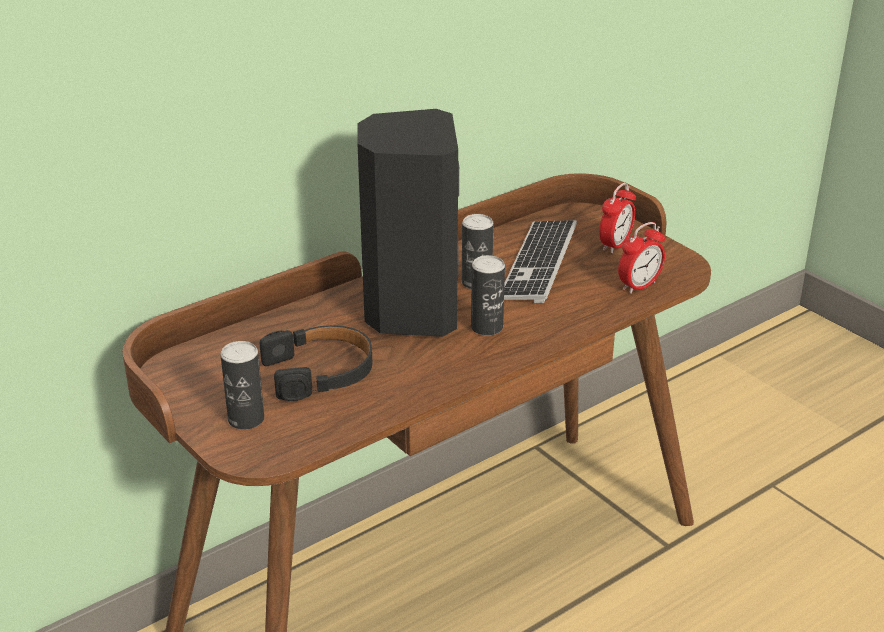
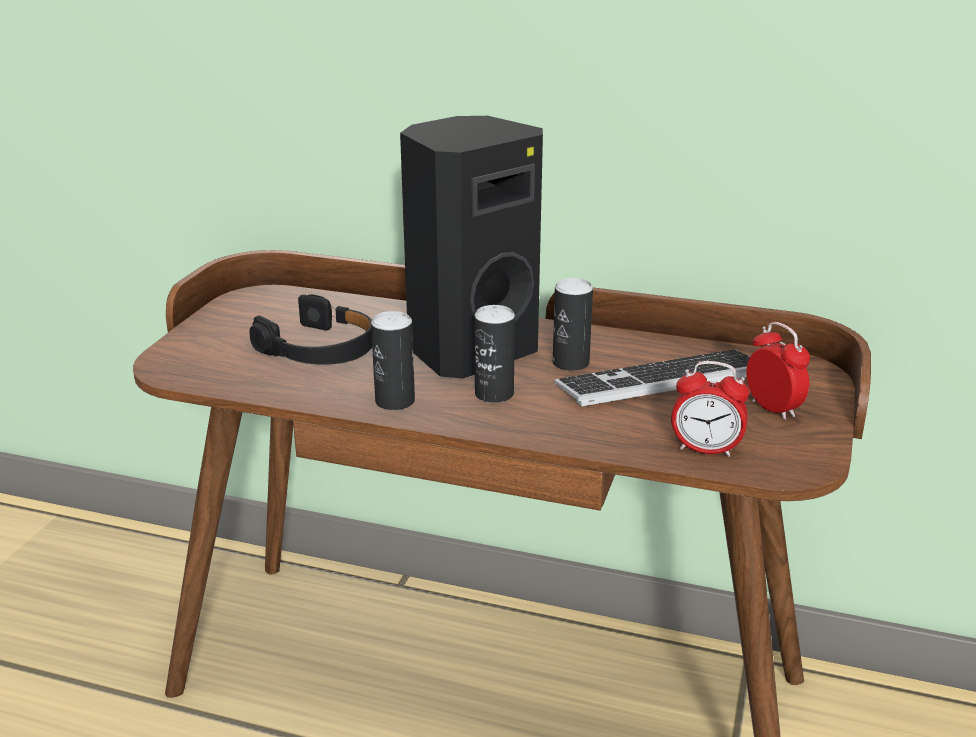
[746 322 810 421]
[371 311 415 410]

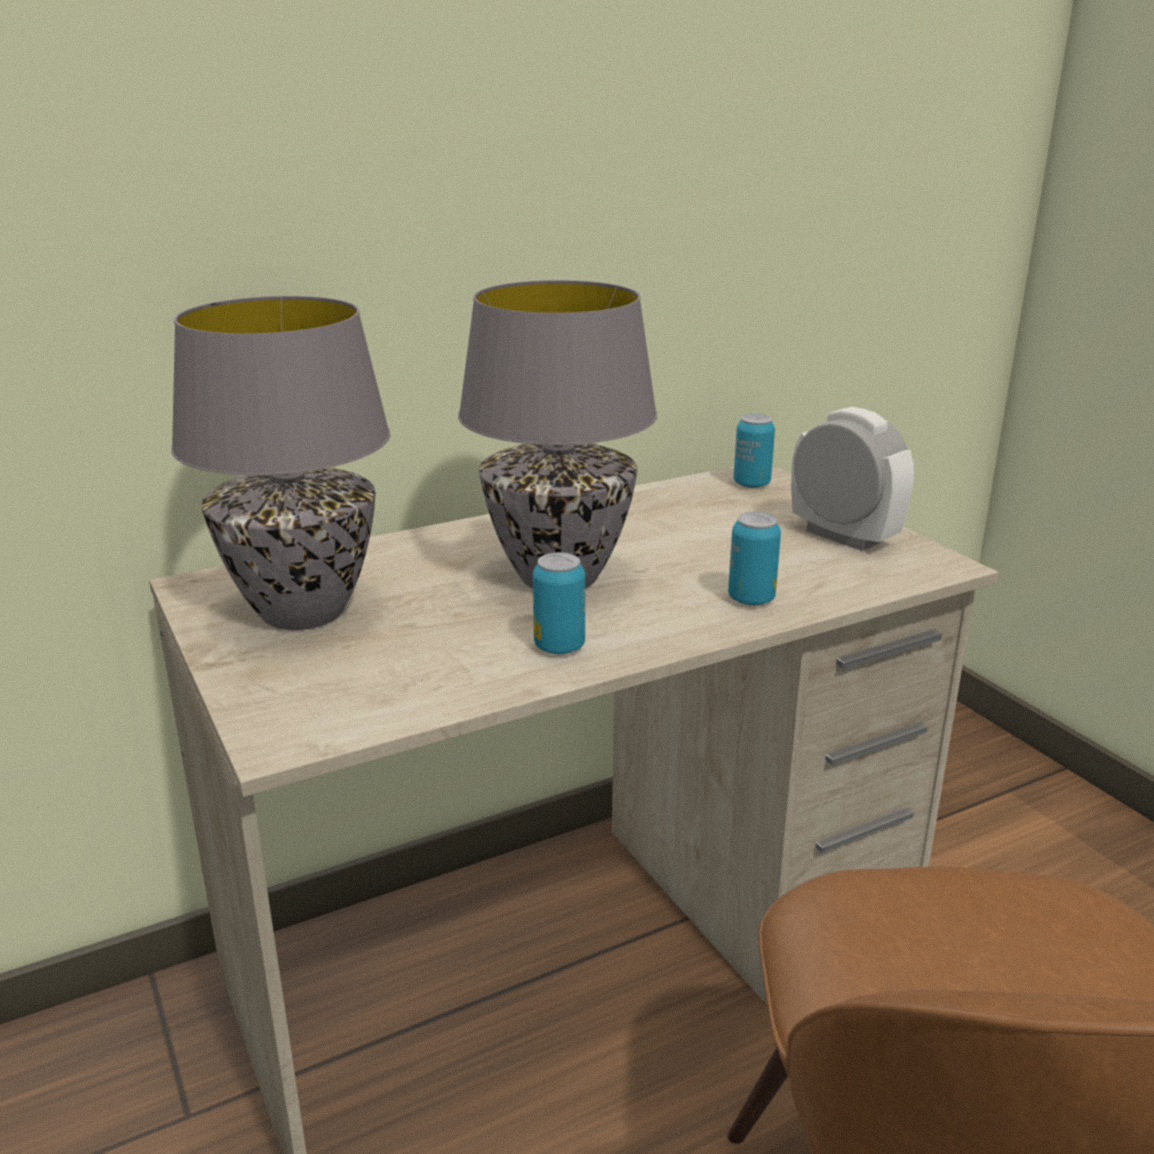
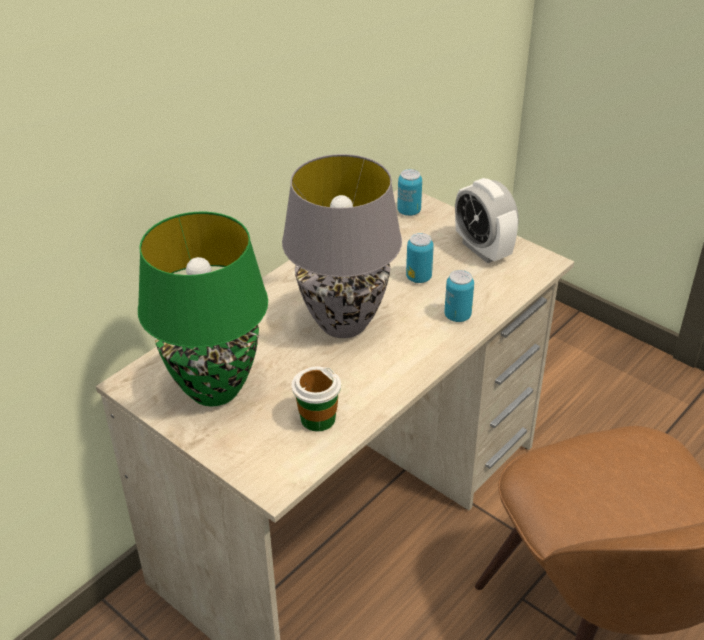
[138 212 268 406]
[455 178 519 263]
[406 233 434 283]
[291 366 341 431]

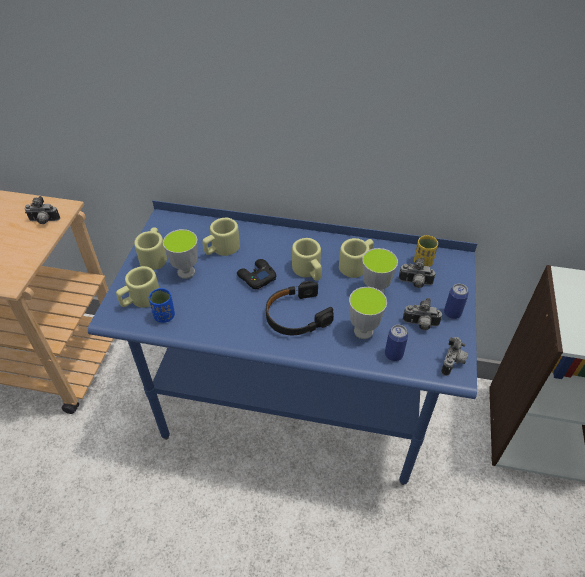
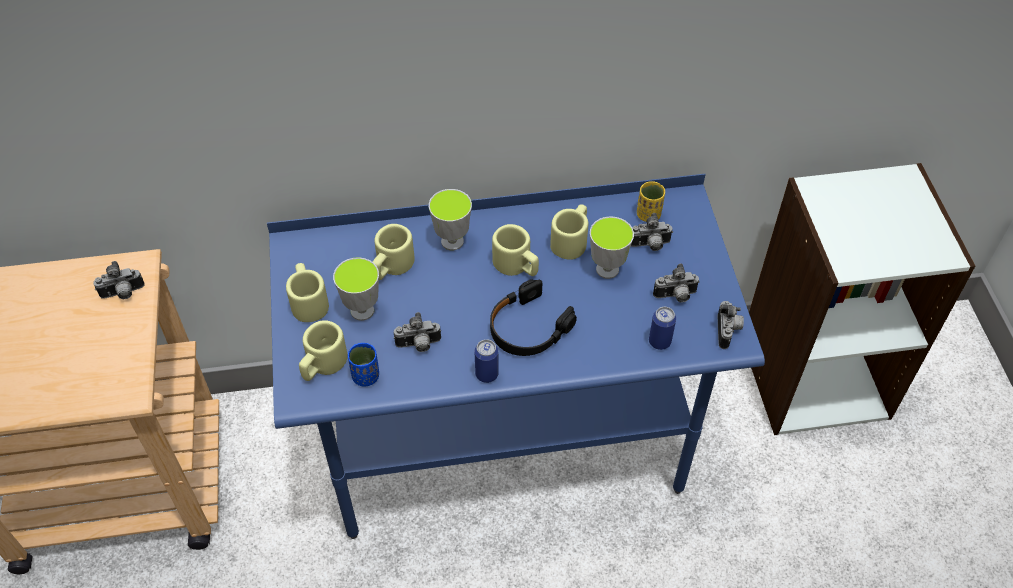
[237 259 276 289] (first image)
[474 339 499 383]
[429 189 472 250]
[394 312 441 352]

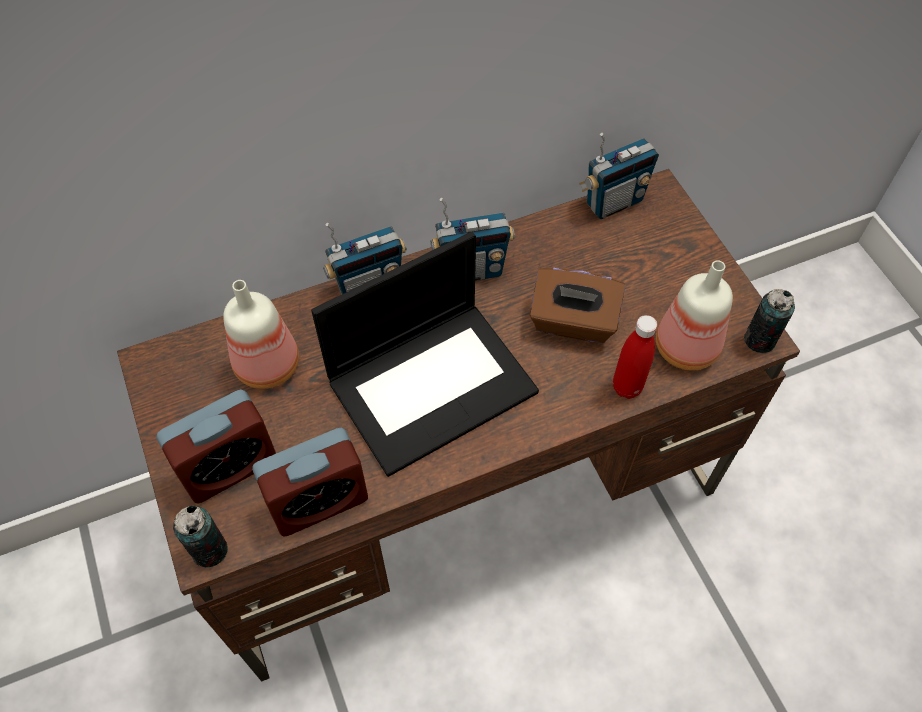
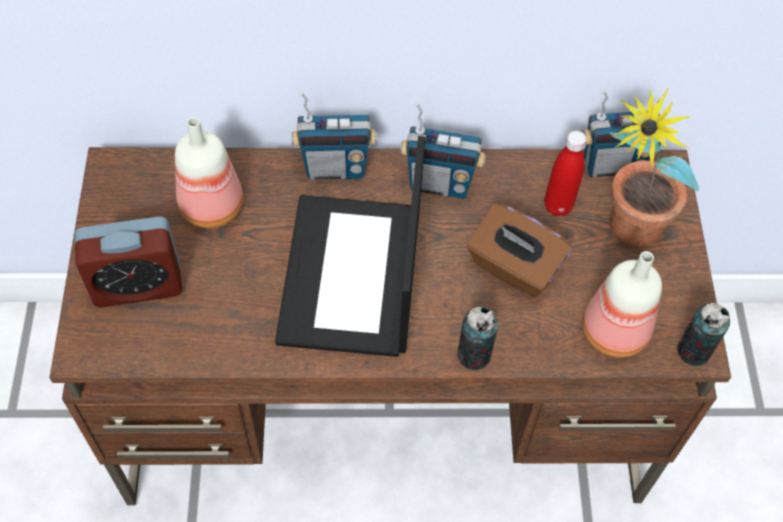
[275 136 425 357]
[544 131 586 216]
[252 428 368 537] (first image)
[457 307 498 370]
[610 88 699 248]

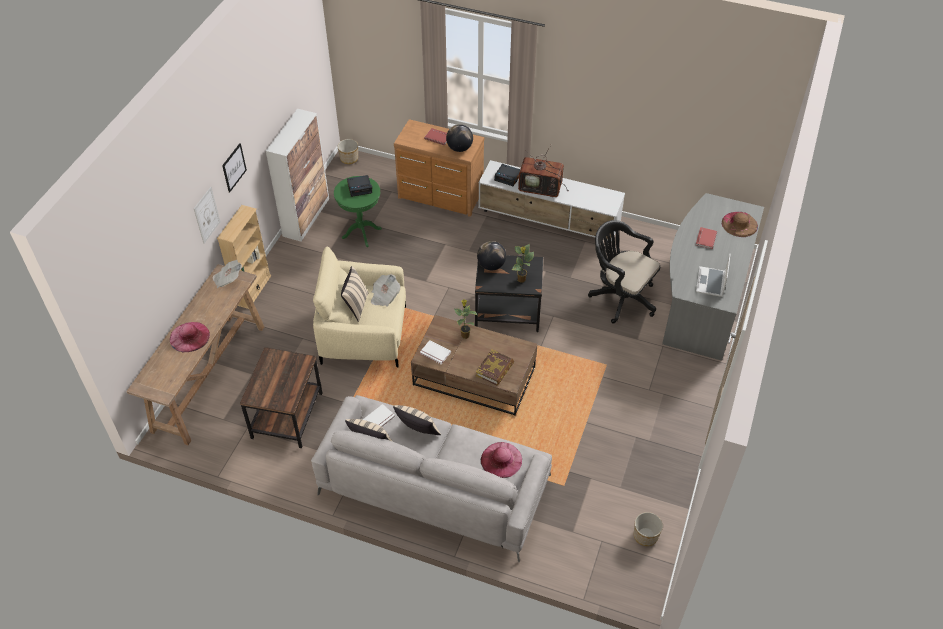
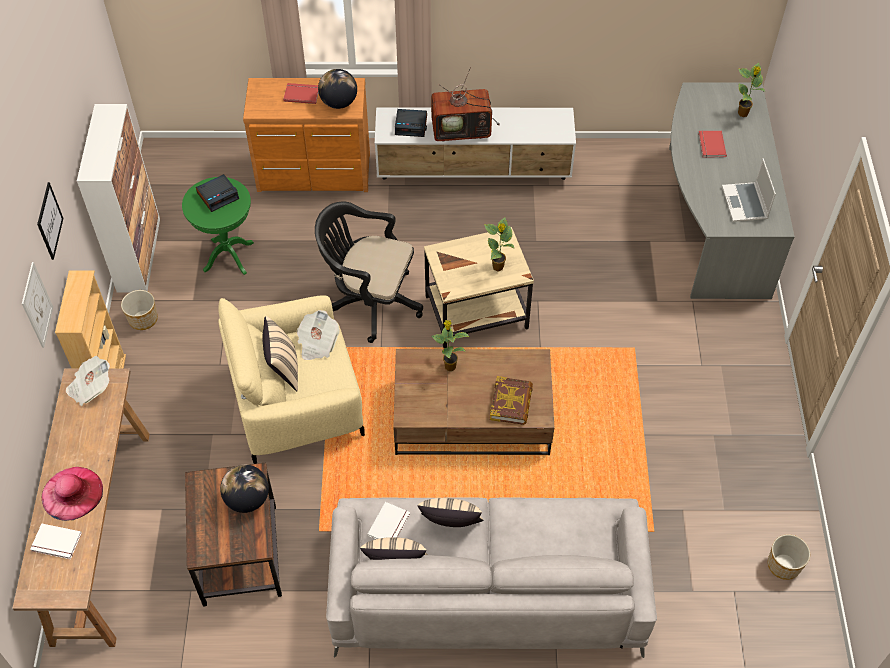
[121 290 158 330]
[738 62 765 117]
[315 201 423 343]
[220 465 269 513]
[424 227 534 348]
[30 524 82 559]
[481 442 522 478] (first image)

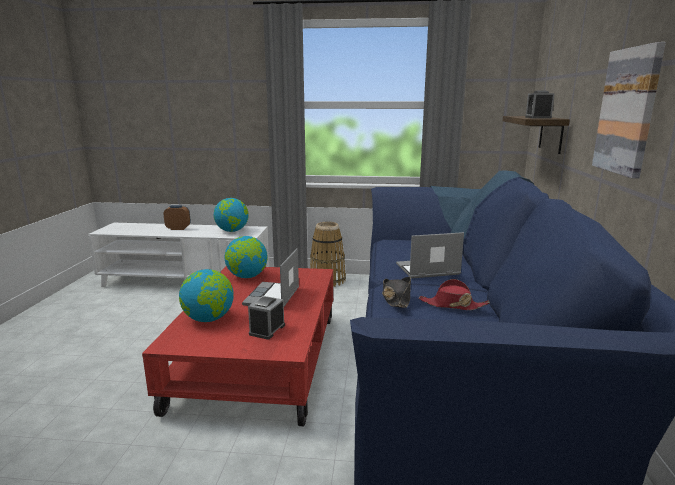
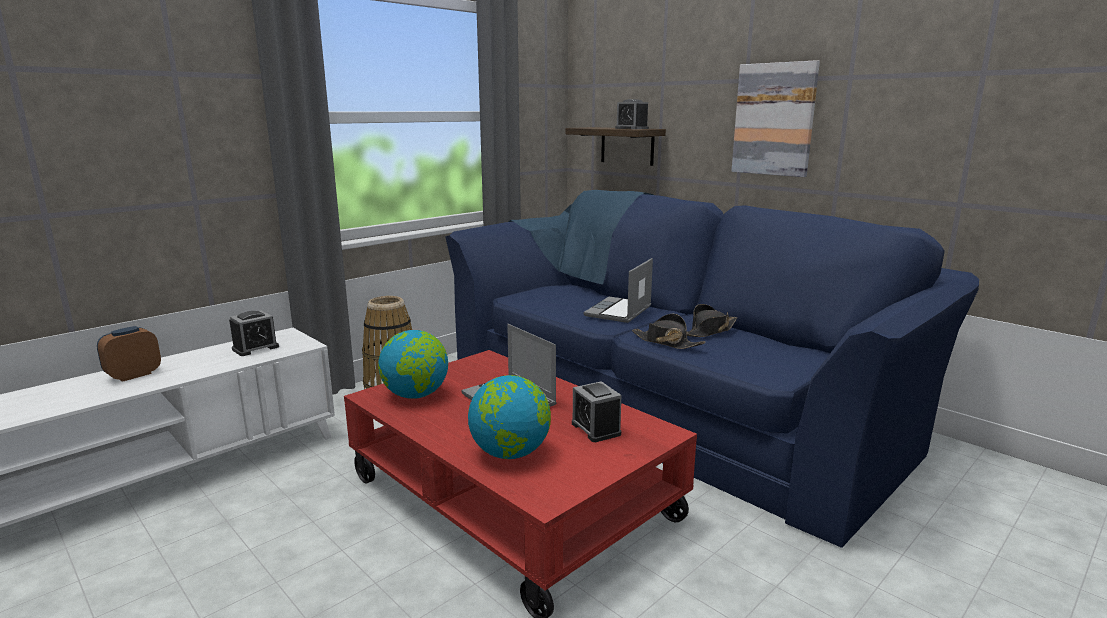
[229 310 279 356]
[687 304 738 337]

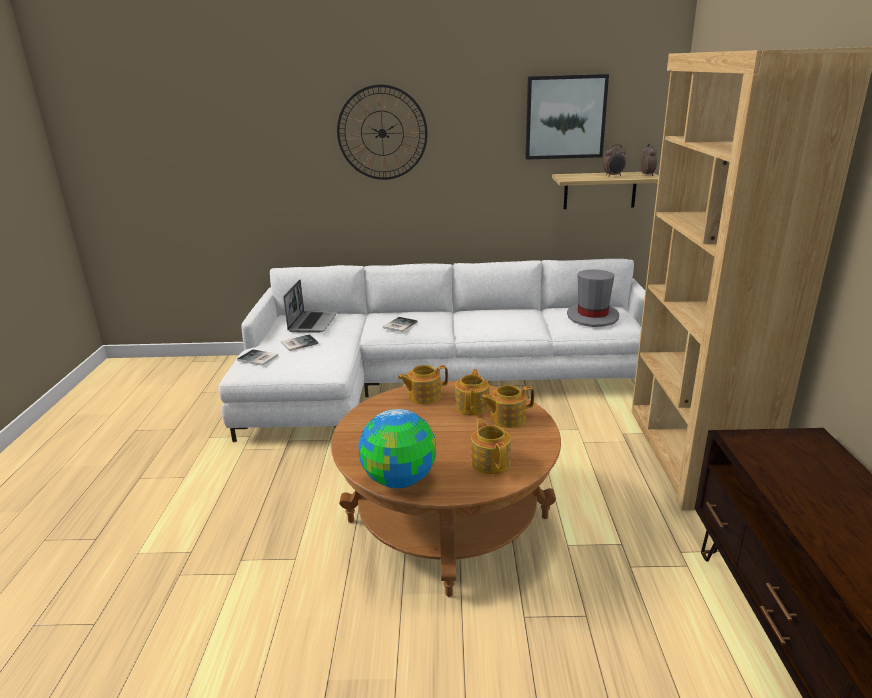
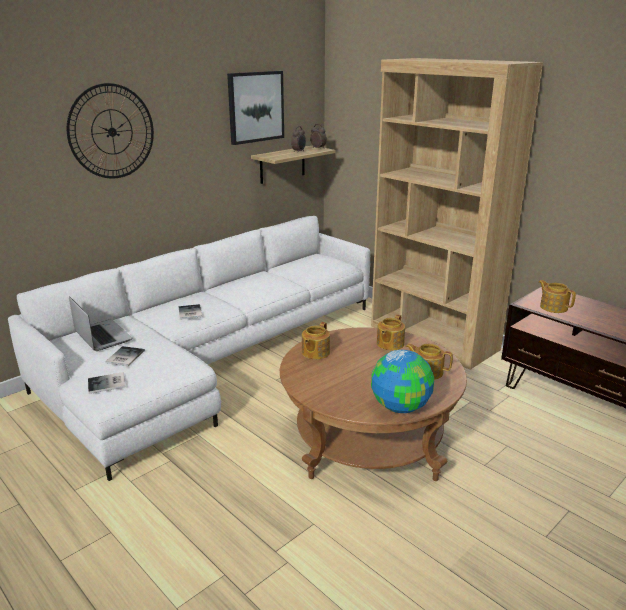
[567 269 619 327] (first image)
[539 280 576 313]

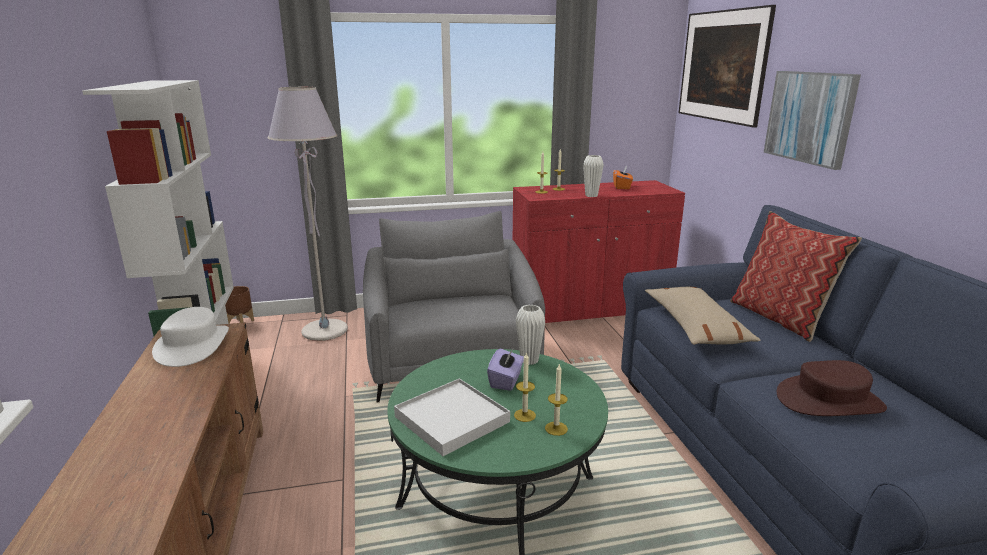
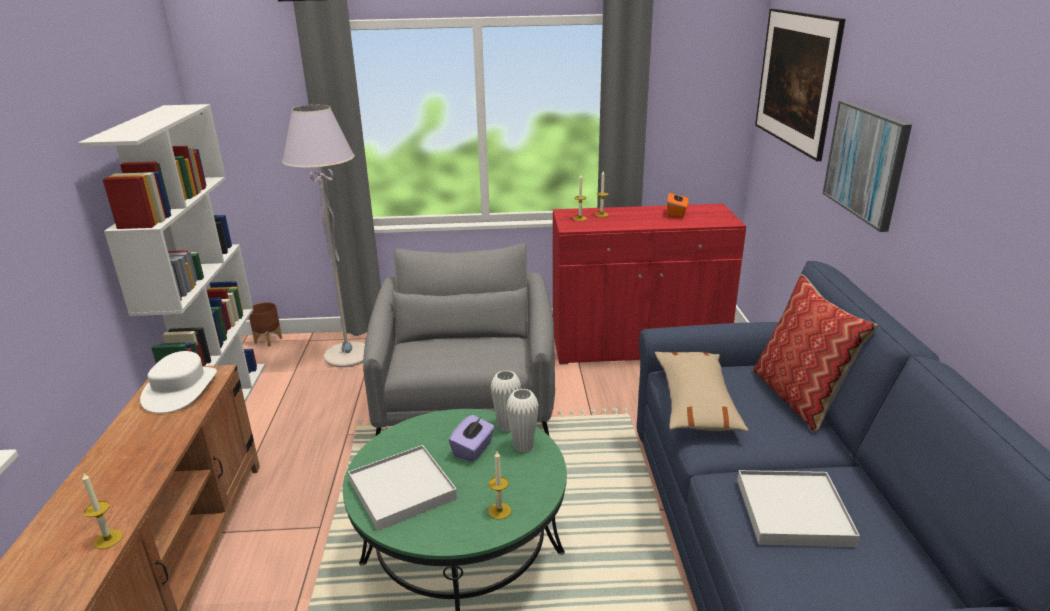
[506 389 539 453]
[82 472 123 549]
[737 470 860 547]

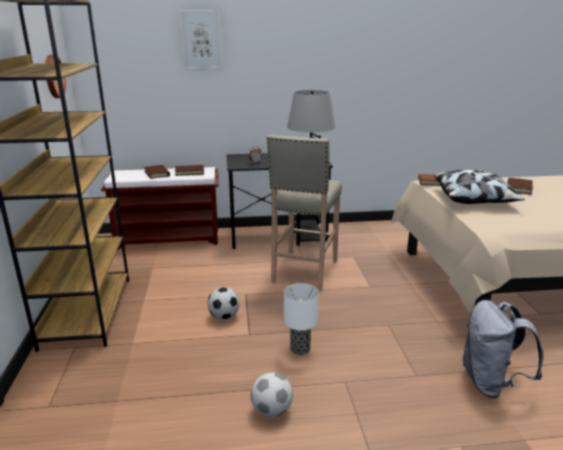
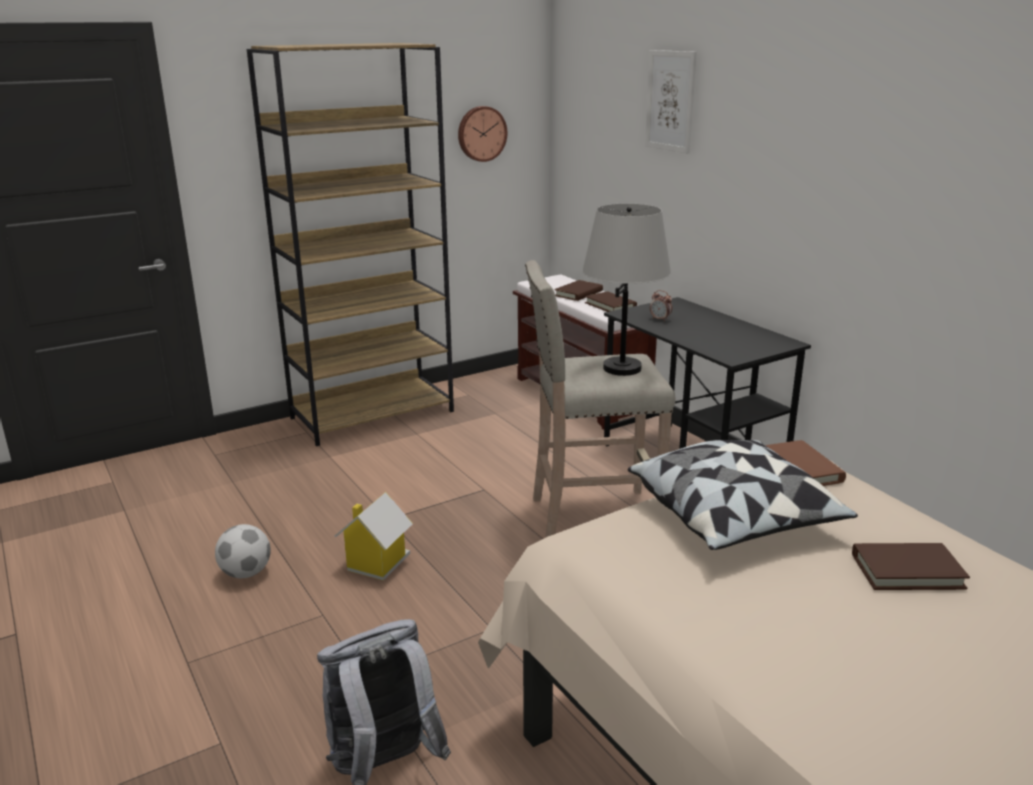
[334 492 413 581]
[207 287 240 319] (first image)

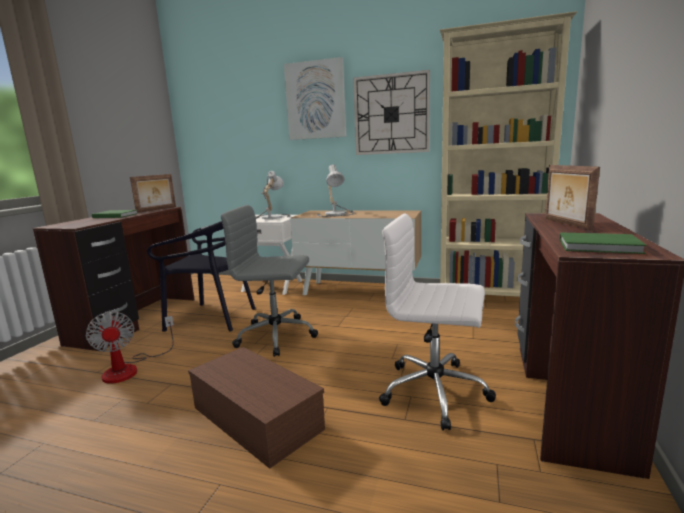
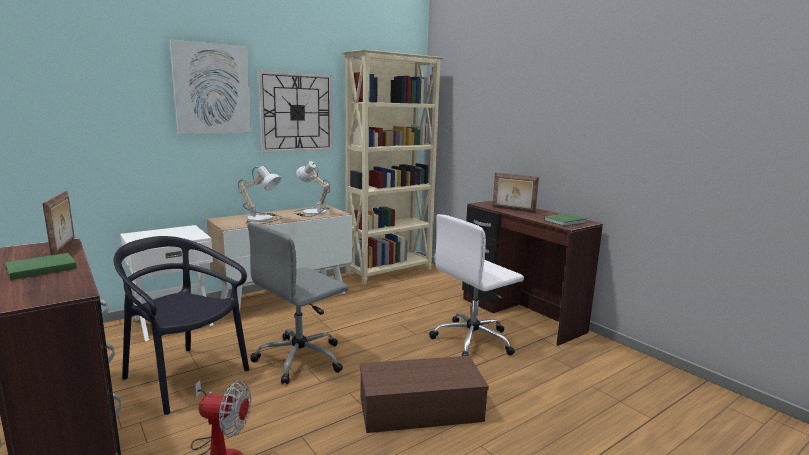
[293 161 330 217]
[113 236 250 415]

